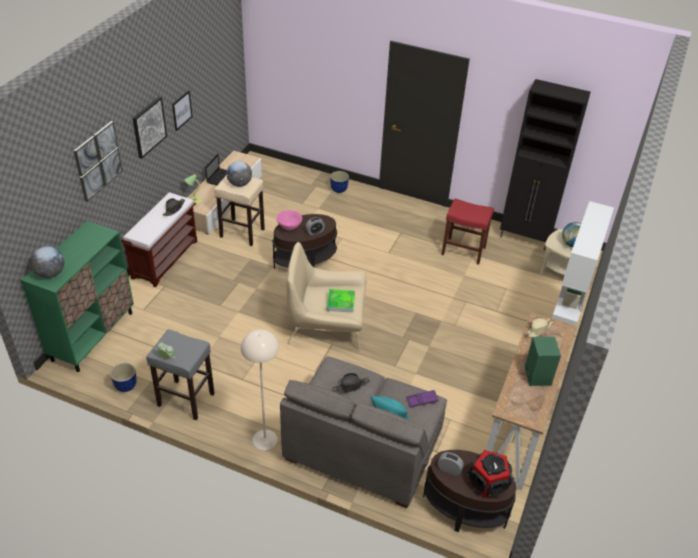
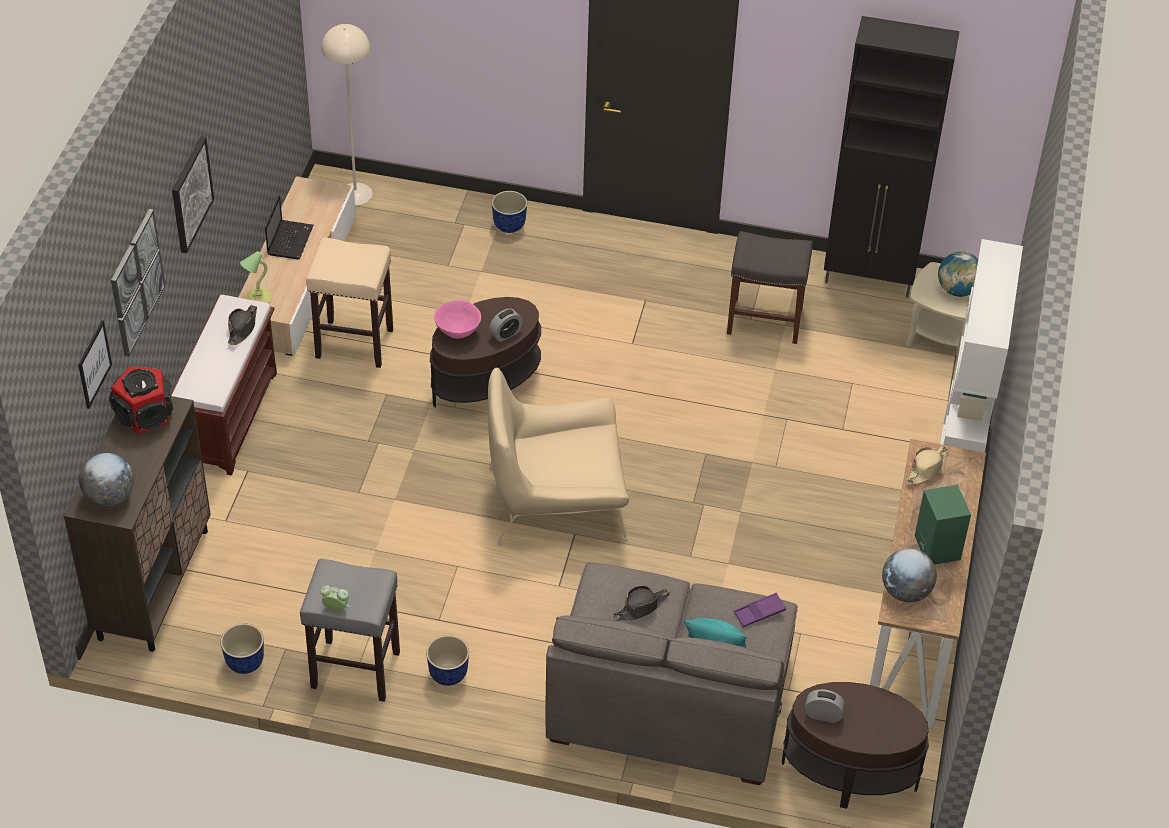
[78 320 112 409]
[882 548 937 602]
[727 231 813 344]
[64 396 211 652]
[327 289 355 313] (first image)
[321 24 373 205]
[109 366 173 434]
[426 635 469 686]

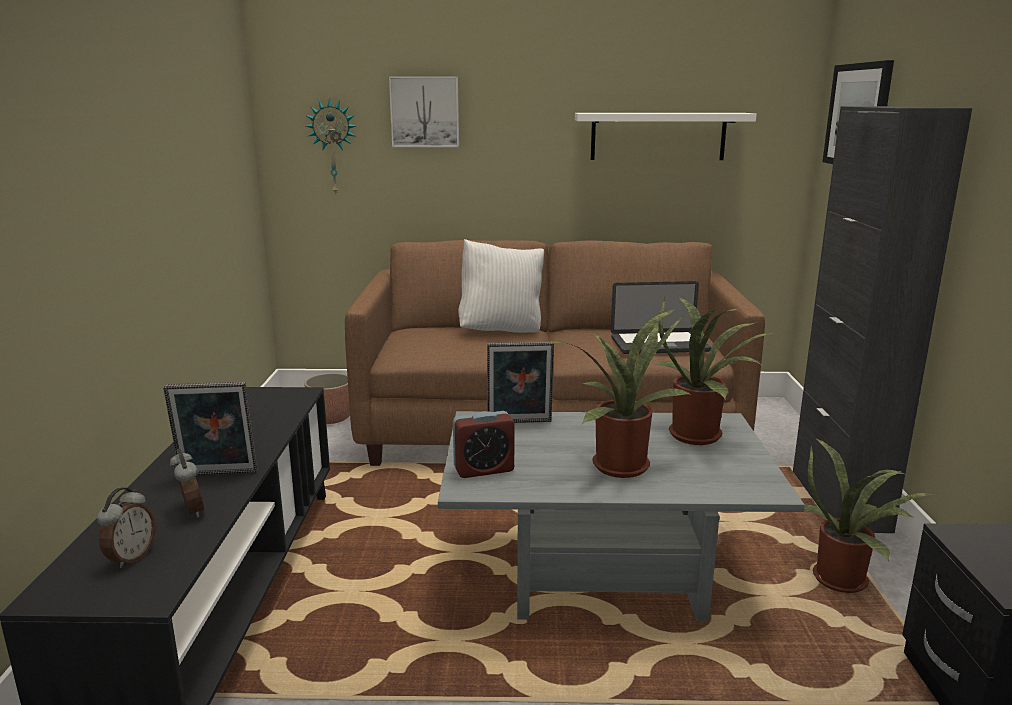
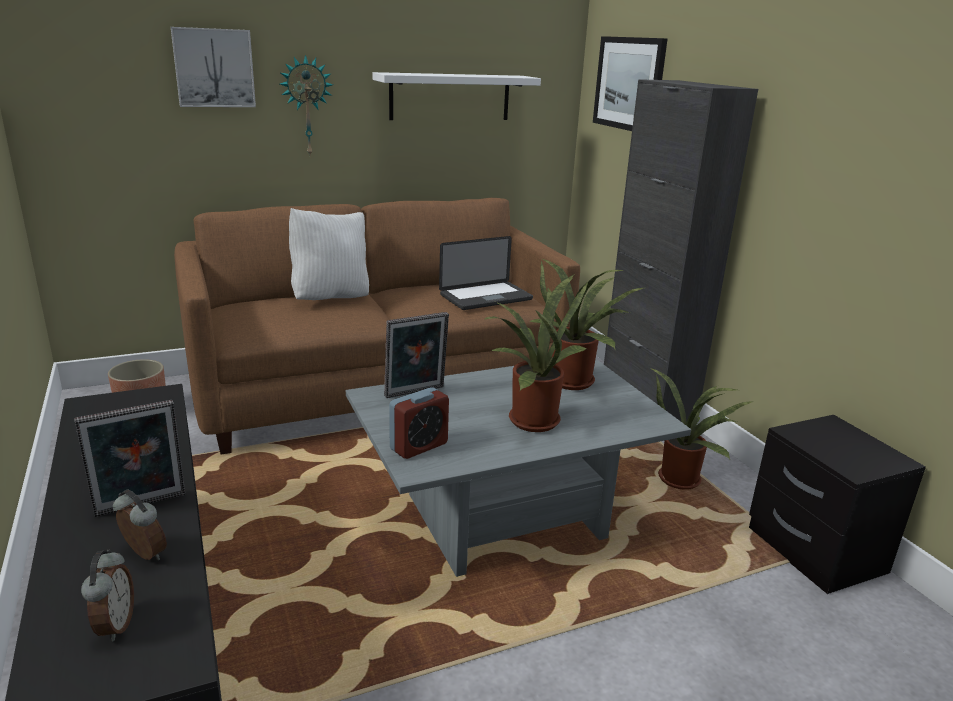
[280 55 333 155]

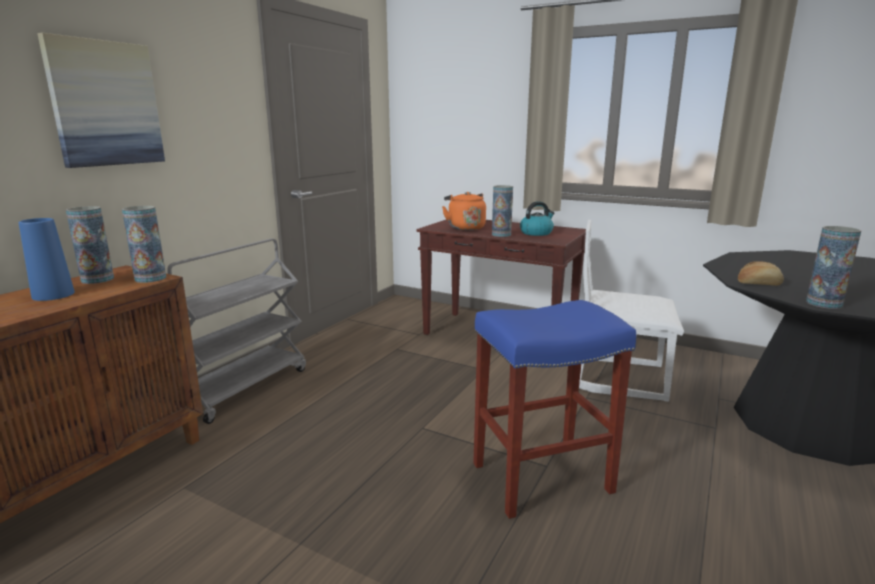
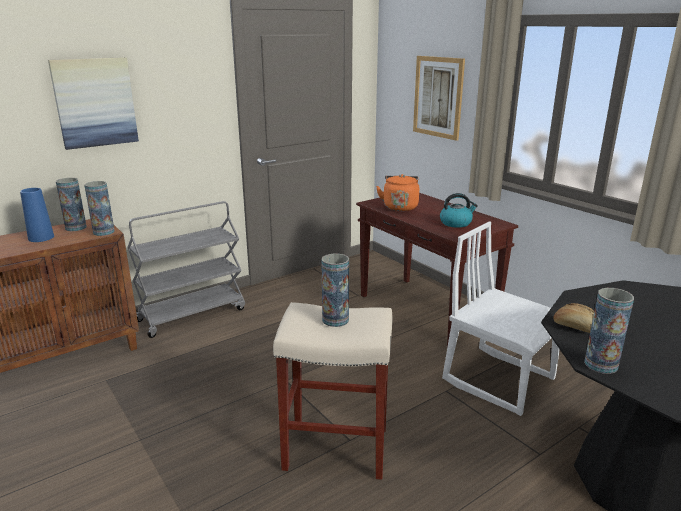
[321 253 349 327]
[273 302 393 480]
[413 56 465 141]

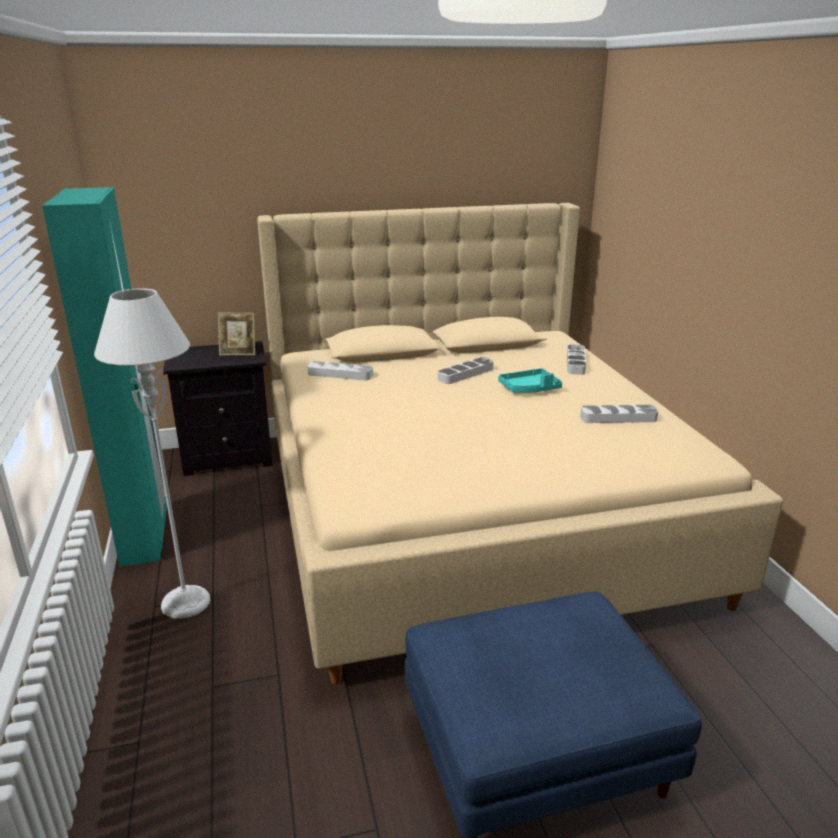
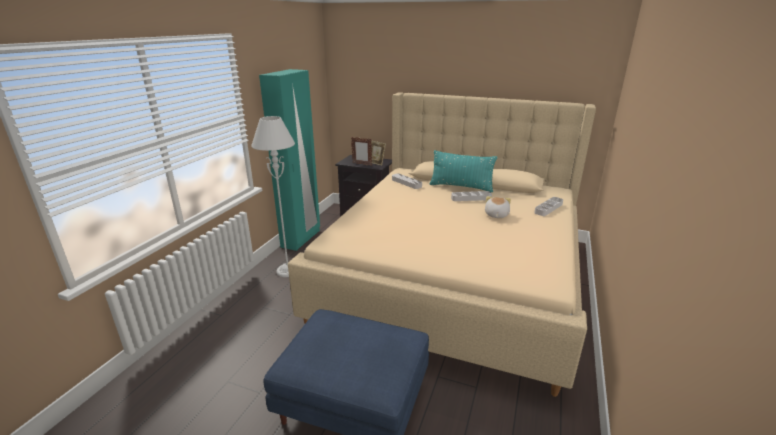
[485 196 511 218]
[580 404 658 423] (first image)
[351 137 372 166]
[430 150 498 193]

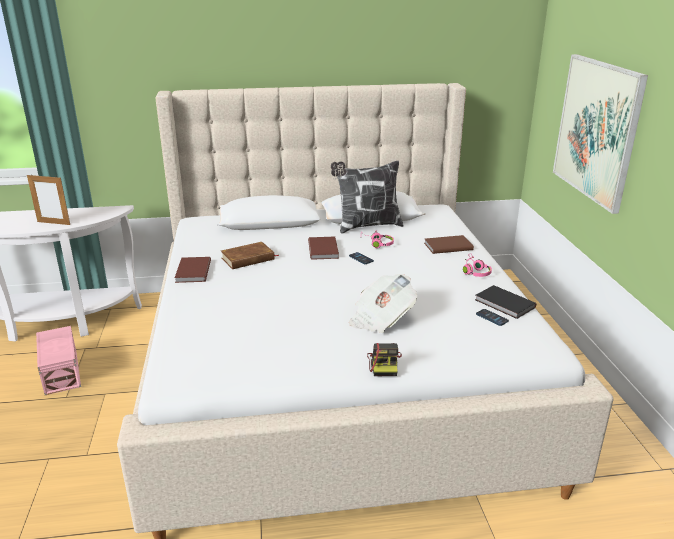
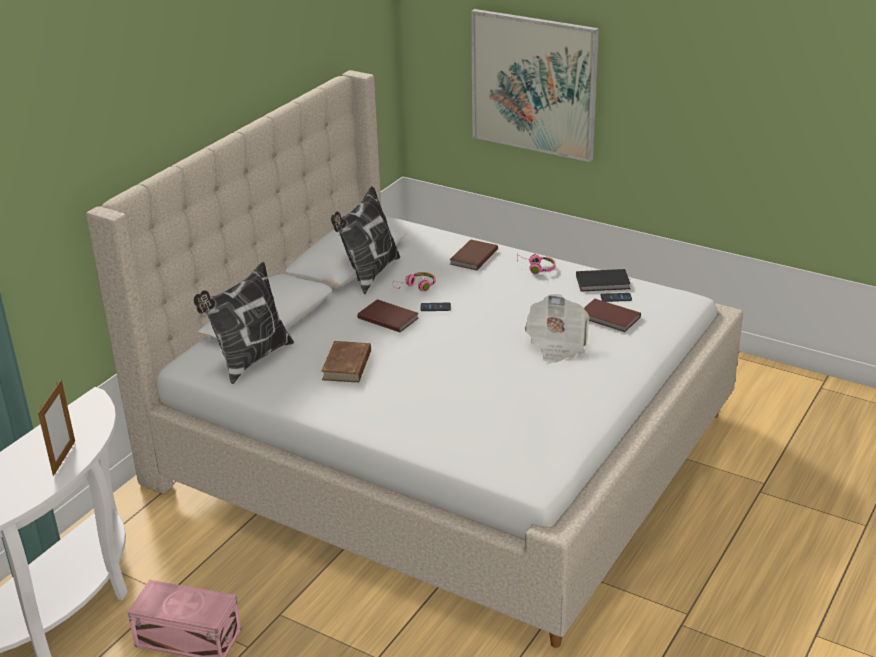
[38 380 75 476]
[584 299 641 332]
[367 343 402 376] (first image)
[193 262 294 384]

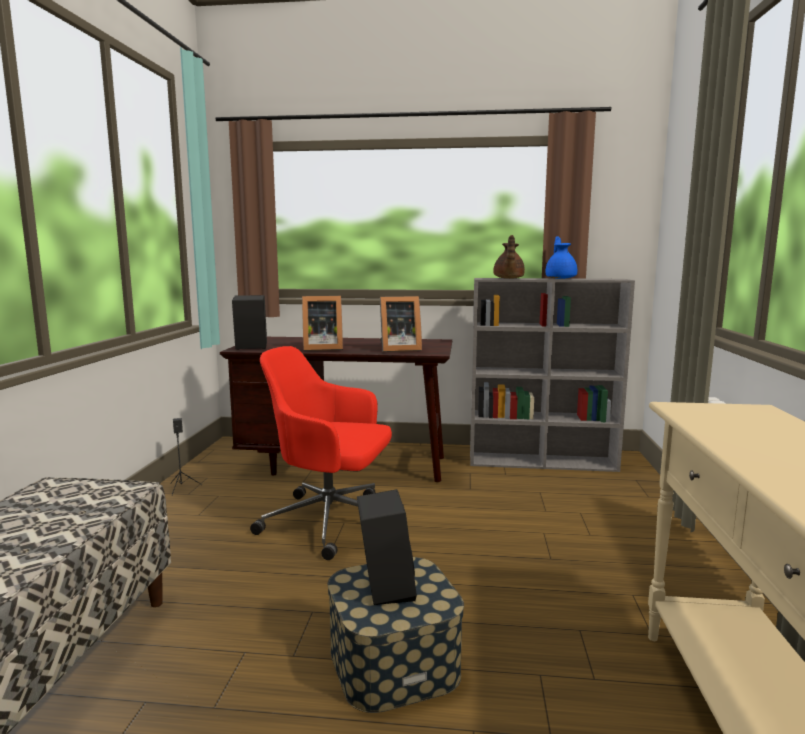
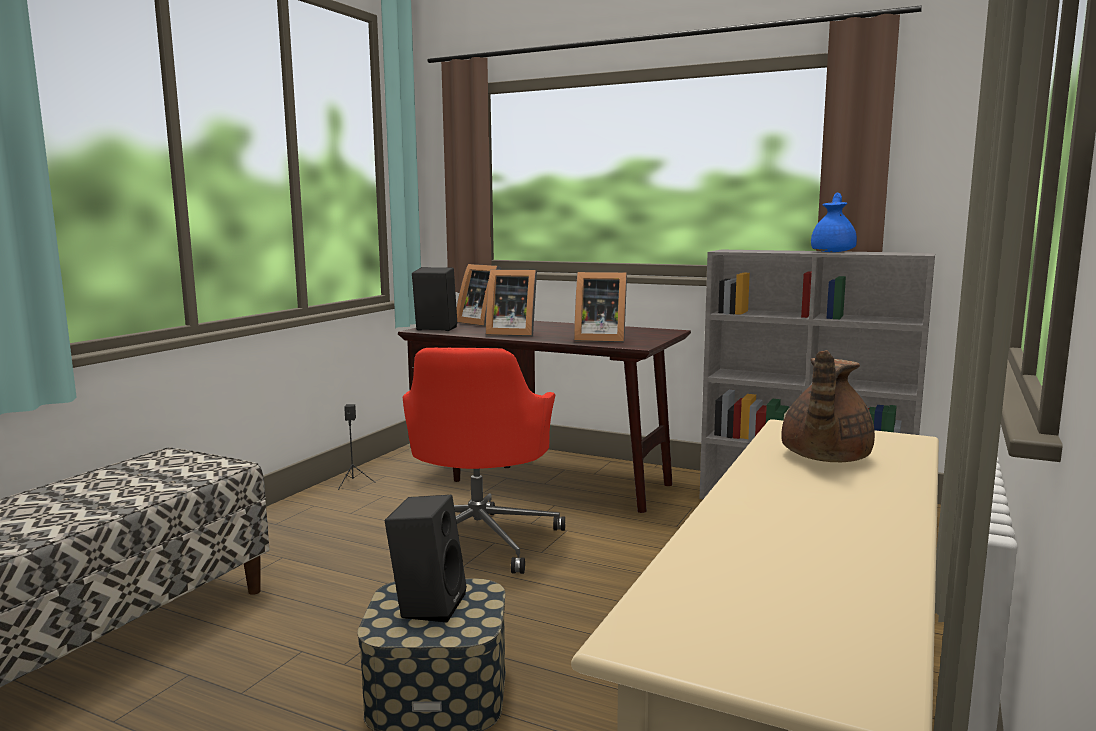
[781 350 875 462]
[403 348 565 574]
[457 264 501 326]

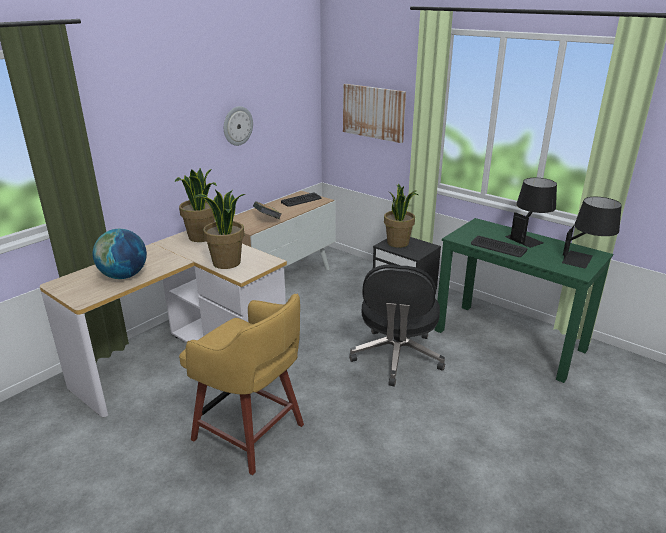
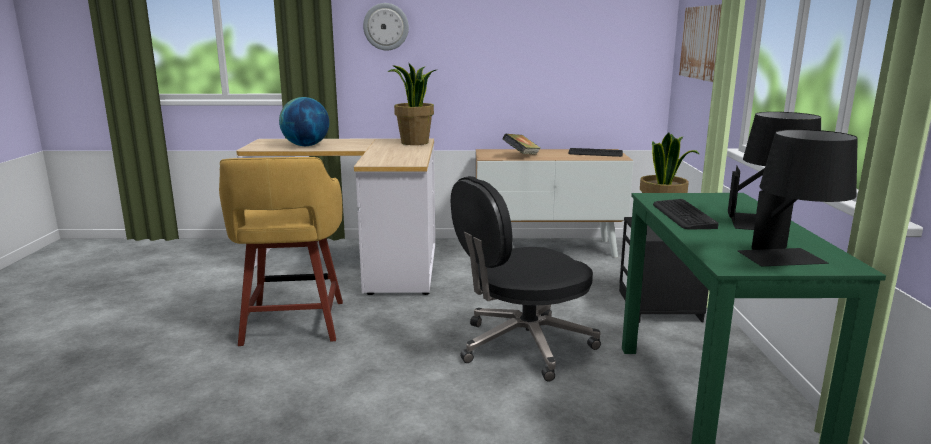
[363 3 409 50]
[193 189 245 269] (first image)

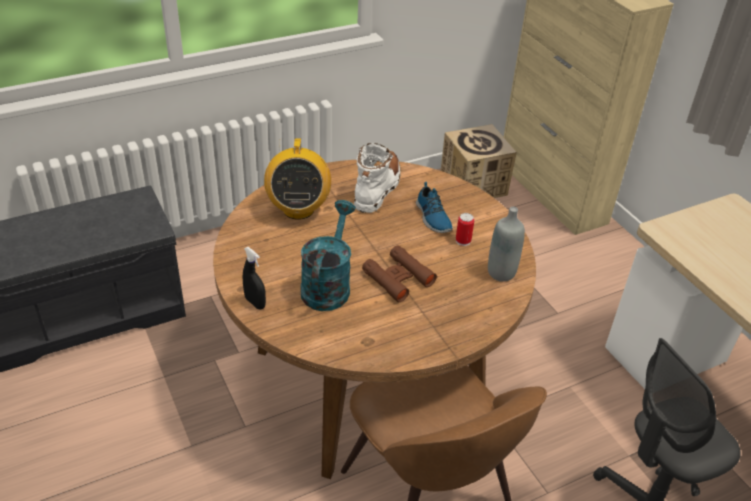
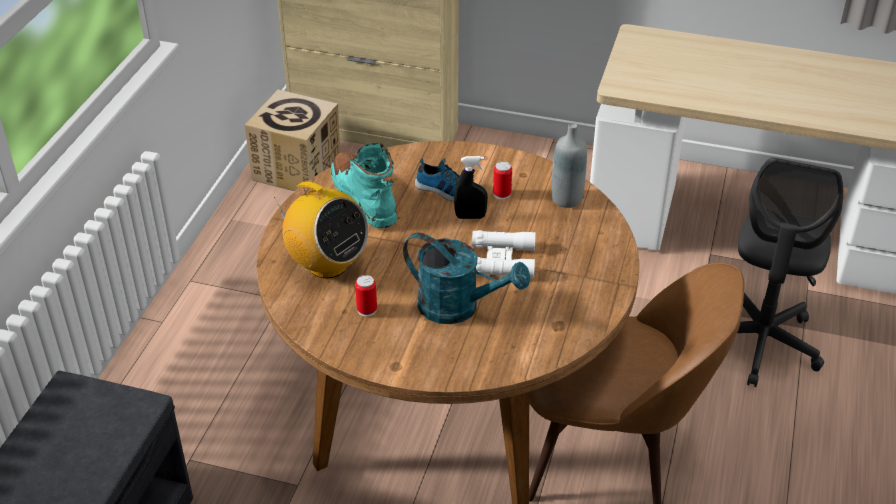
[331 143 397 228]
[403 232 530 324]
[472 230 536 278]
[454 156 488 219]
[355 275 377 317]

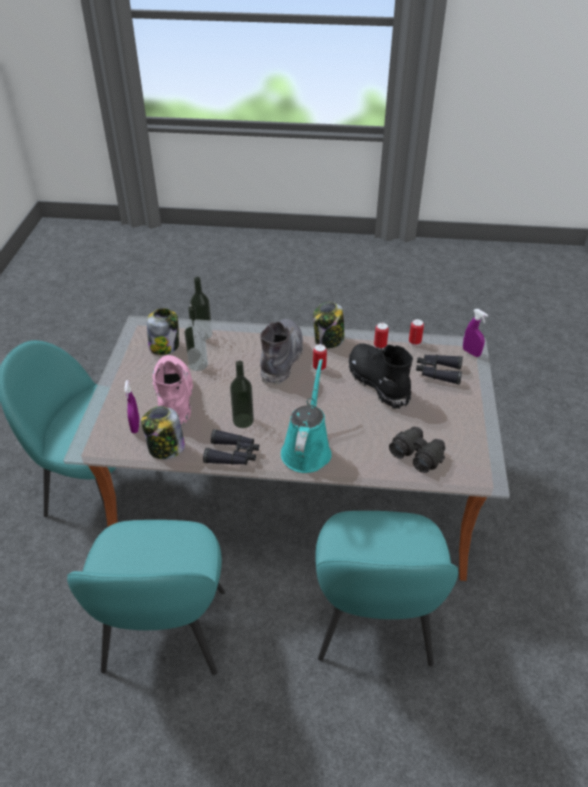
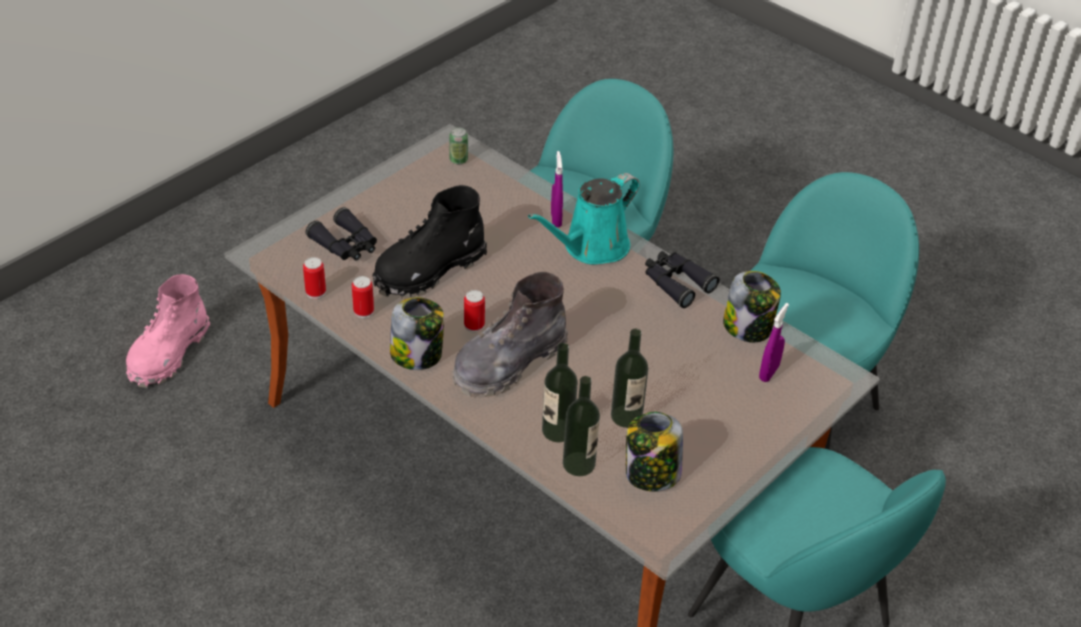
[551 151 563 227]
[373 185 487 298]
[126 274 210 388]
[542 343 578 442]
[389 427 445 473] (first image)
[449 127 468 164]

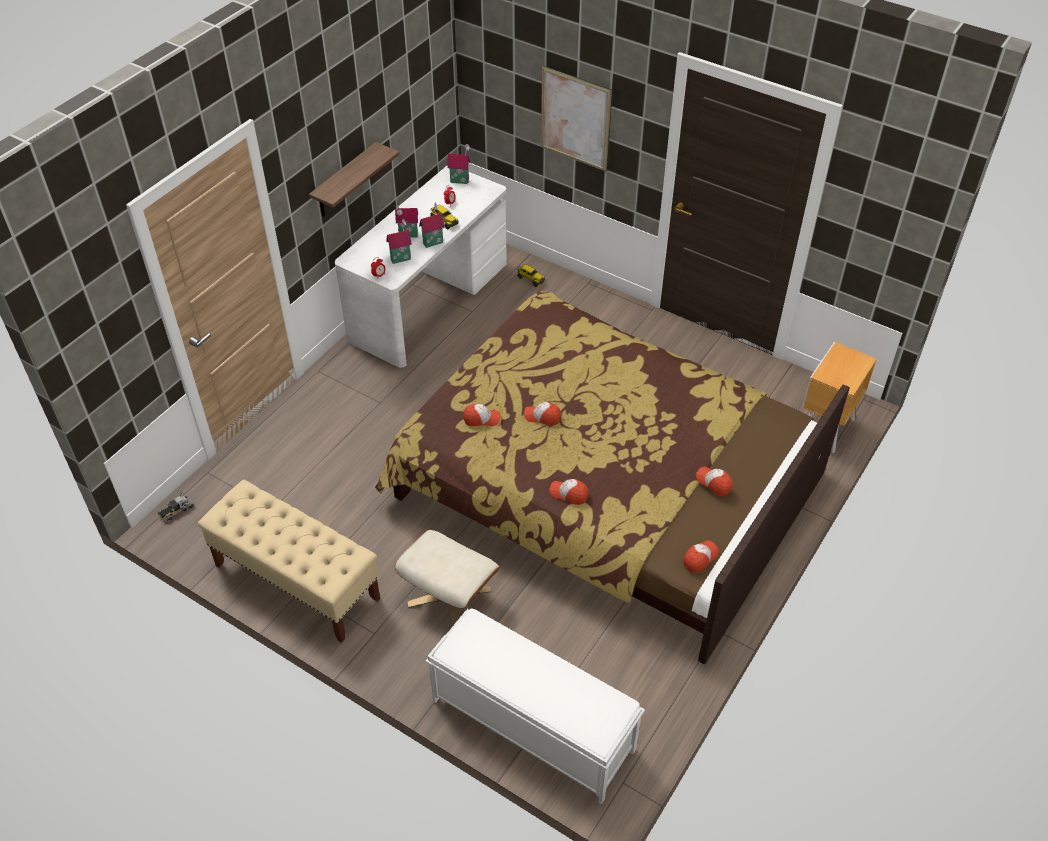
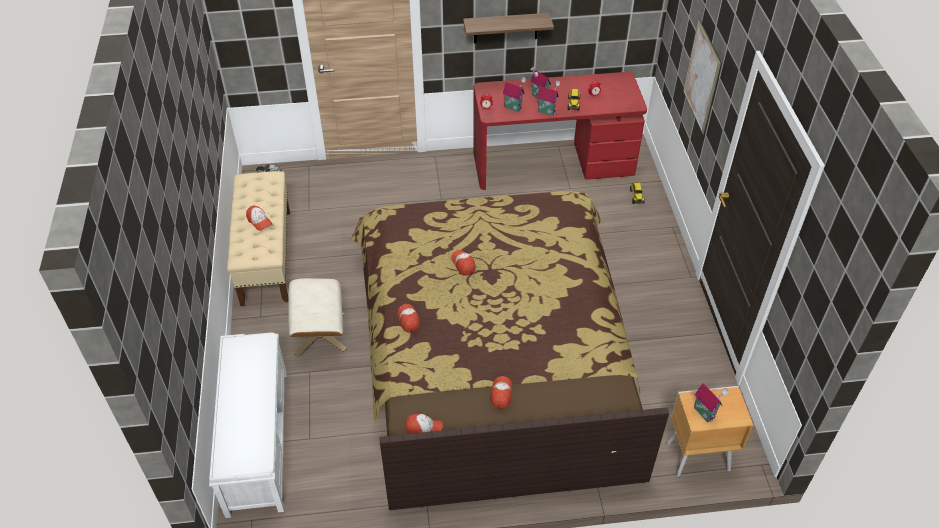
[694 383 728 422]
[473 72 647 190]
[246 206 272 231]

